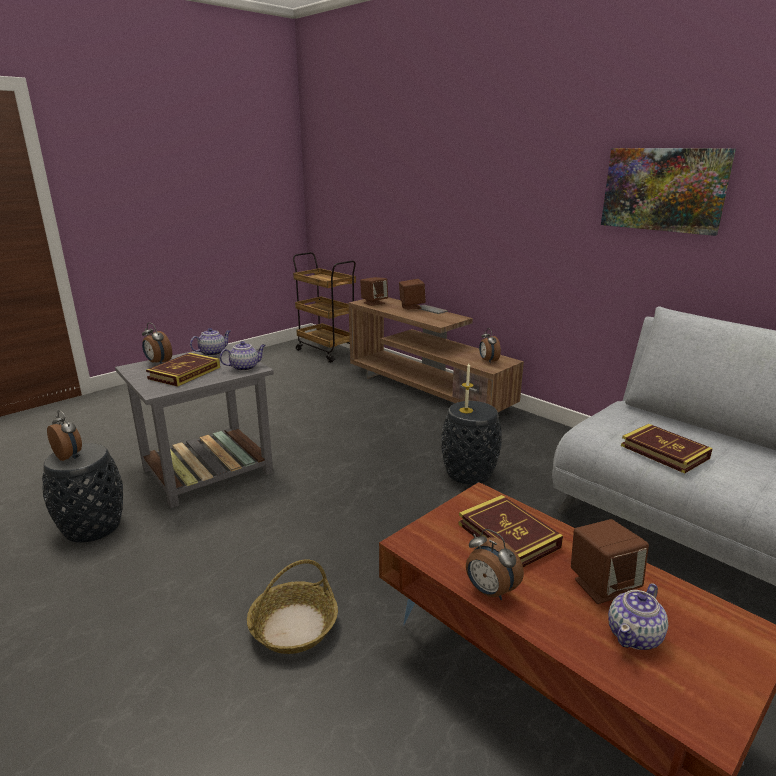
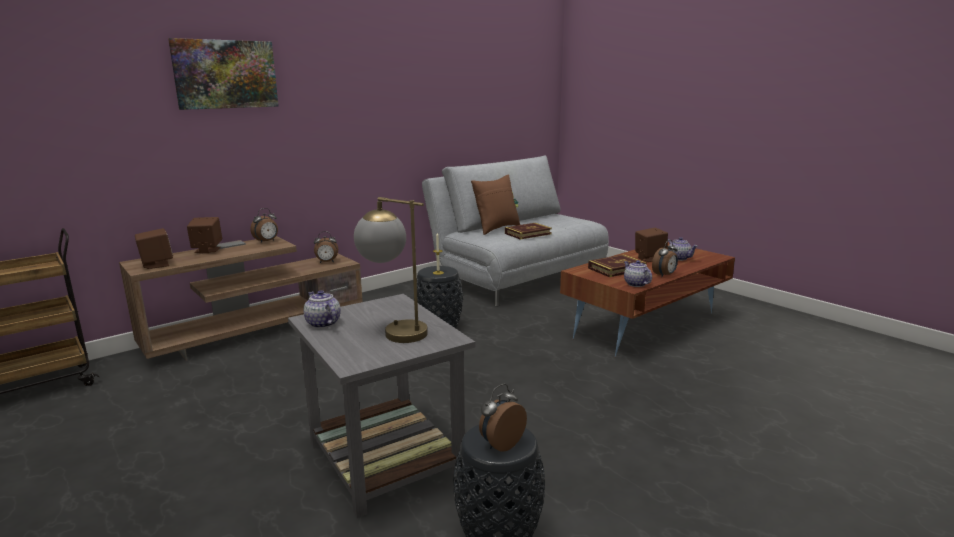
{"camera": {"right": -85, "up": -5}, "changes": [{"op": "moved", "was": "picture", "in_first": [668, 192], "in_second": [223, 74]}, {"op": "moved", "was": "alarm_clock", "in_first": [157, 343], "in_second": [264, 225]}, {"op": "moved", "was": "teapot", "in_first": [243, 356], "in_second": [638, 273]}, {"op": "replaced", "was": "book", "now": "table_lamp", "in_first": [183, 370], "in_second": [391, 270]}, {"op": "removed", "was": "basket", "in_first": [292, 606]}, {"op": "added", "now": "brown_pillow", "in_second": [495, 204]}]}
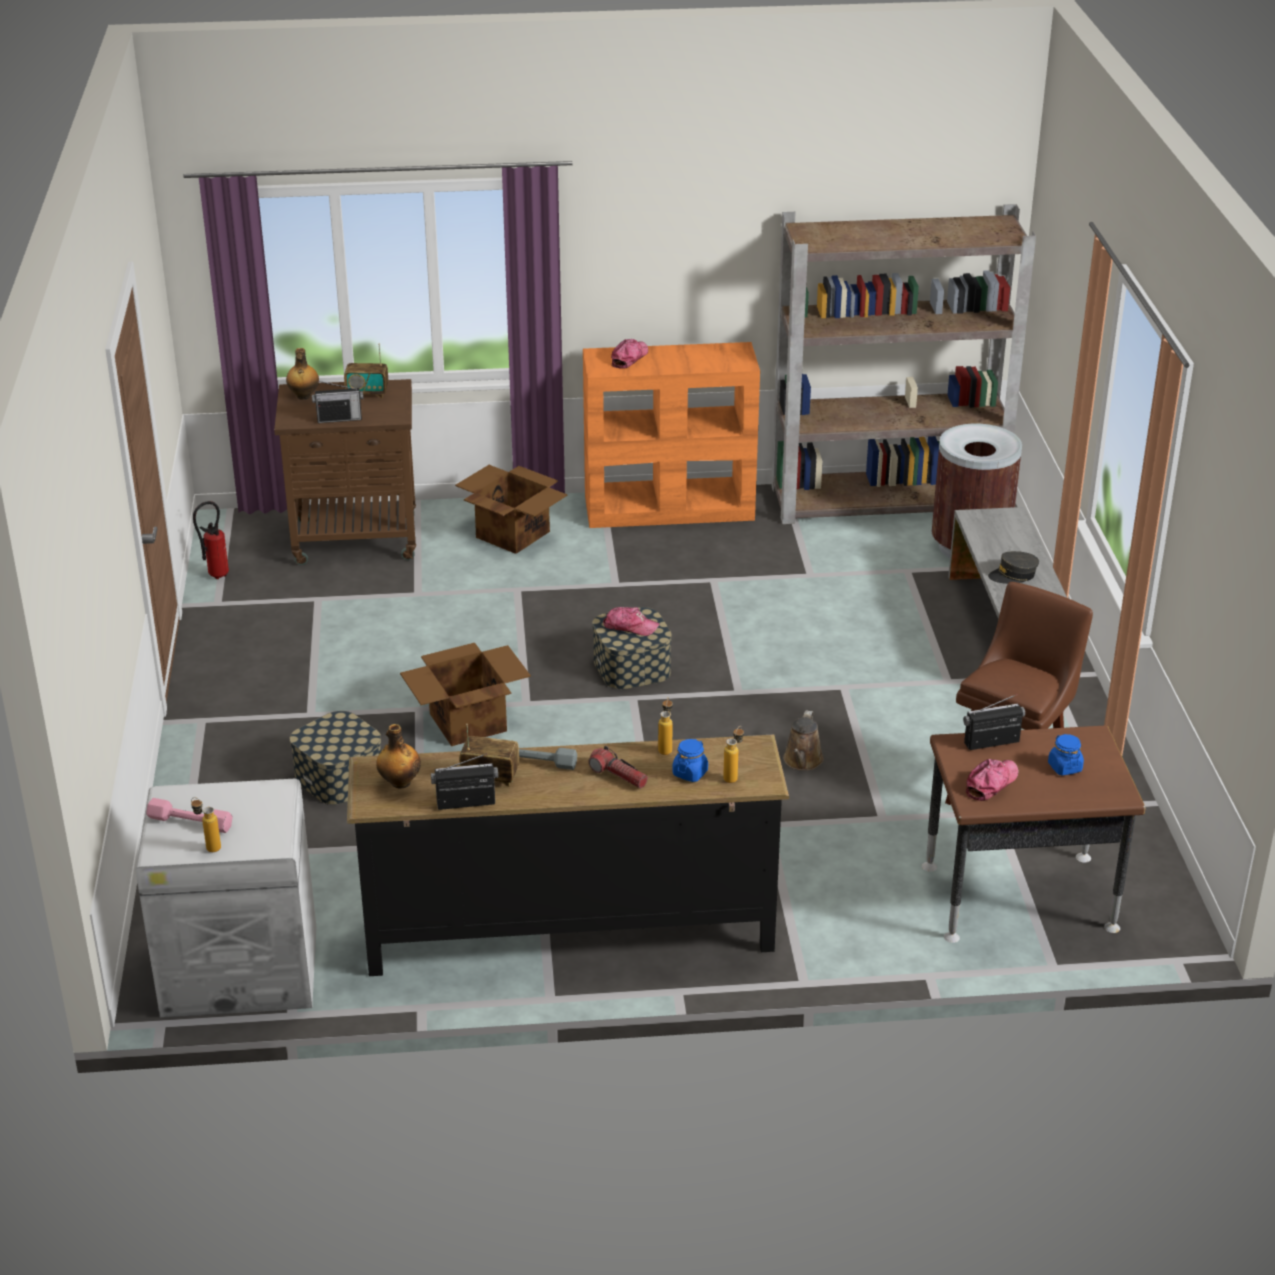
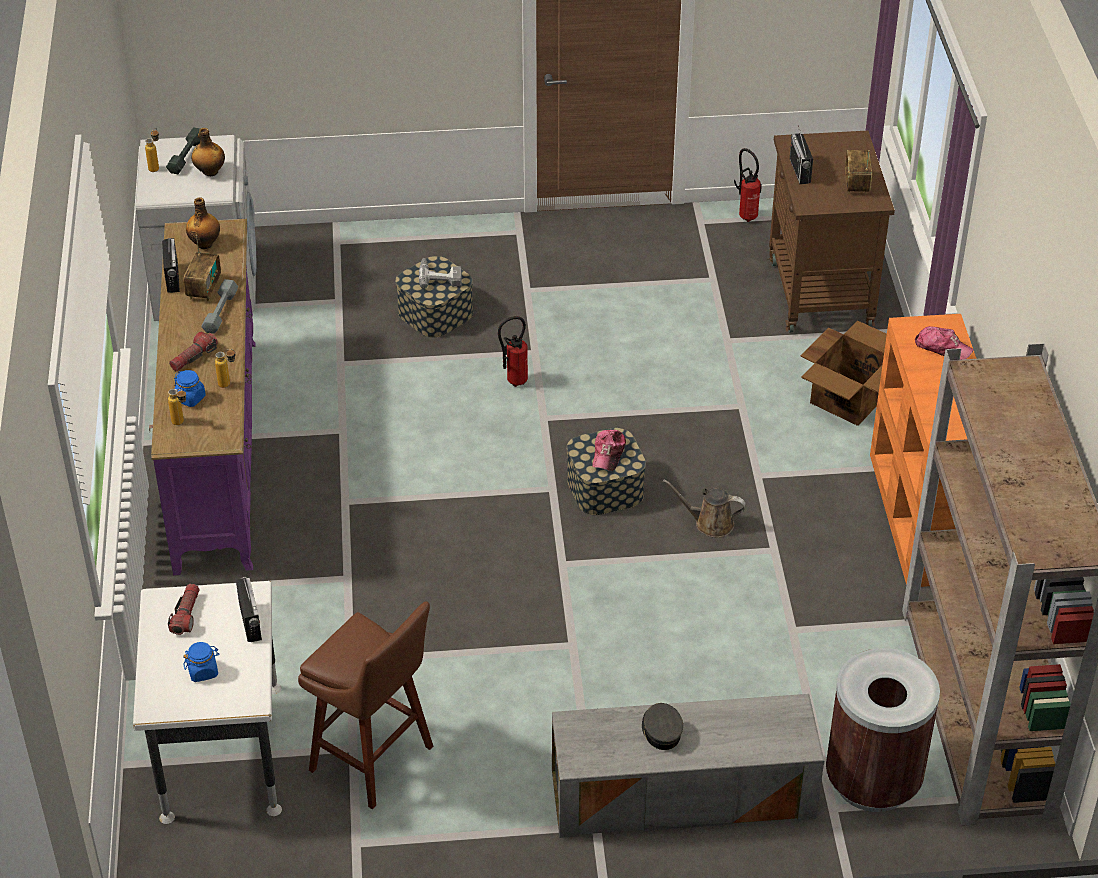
{"camera": {"right": 90, "up": 10}, "changes": [{"op": "moved", "was": "bottle", "in_first": [302, 374], "in_second": [208, 152]}, {"op": "replaced", "was": "cardboard_box", "now": "fire_extinguisher", "in_first": [465, 694], "in_second": [513, 351]}, {"op": "moved", "was": "brown_watering_can", "in_first": [803, 740], "in_second": [704, 509]}, {"op": "recoloured", "was": "brown_desk", "now": "white_desk", "in_first": [1034, 834], "in_second": [207, 702]}, {"op": "recoloured", "was": "black_cabinet", "now": "purple_cabinet", "in_first": [568, 855], "in_second": [202, 397]}, {"op": "replaced", "was": "cap", "now": "flashlight", "in_first": [991, 780], "in_second": [183, 609]}, {"op": "recoloured", "was": "pink_dumbbell", "now": "grey_dumbbell", "in_first": [189, 815], "in_second": [183, 150]}, {"op": "added", "now": "power_drill", "in_second": [440, 273]}]}
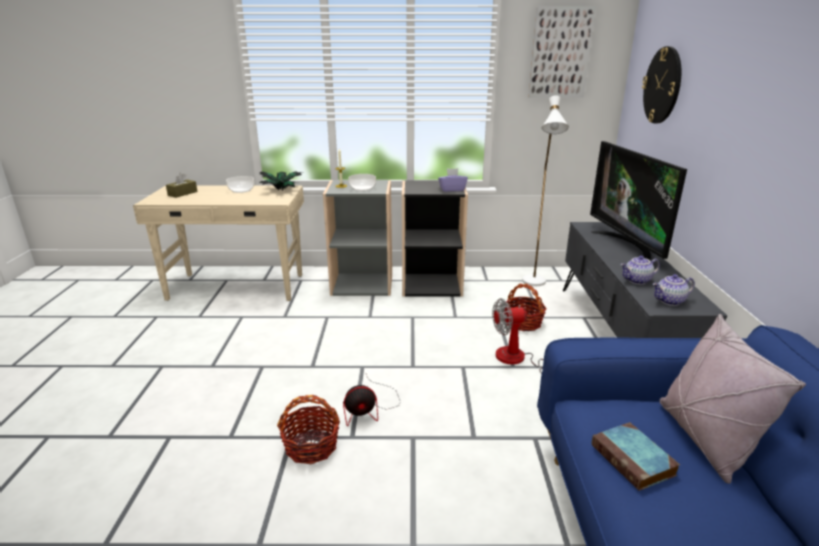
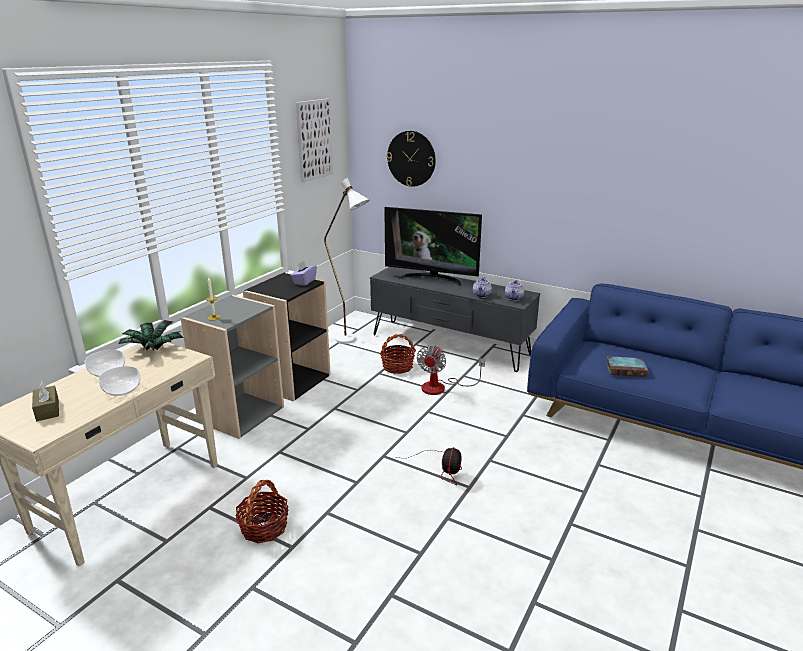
{"camera": {"right": -60, "up": 0}, "changes": [{"op": "moved", "was": "bowl", "in_first": [362, 182], "in_second": [119, 381]}, {"op": "removed", "was": "purple_pillow", "in_first": [733, 399]}, {"op": "moved", "was": "basket", "in_first": [308, 429], "in_second": [262, 511]}]}
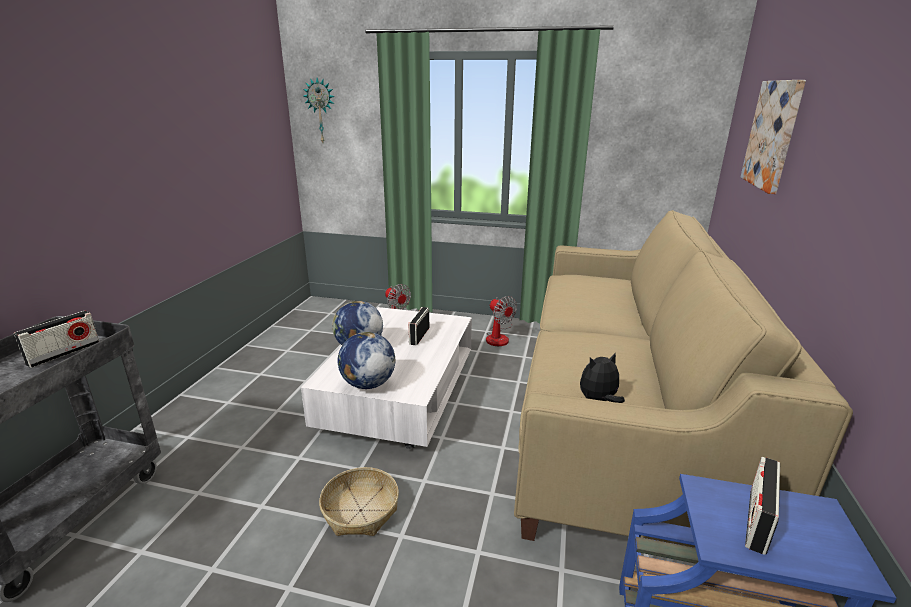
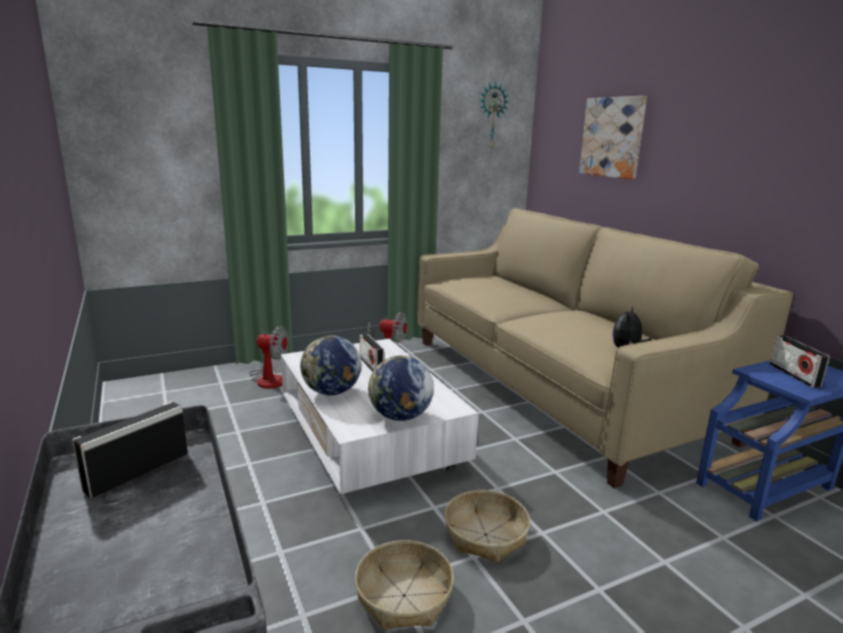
{"camera": {"right": -40, "up": -5}, "changes": [{"op": "moved", "was": "wall_clock", "in_first": [319, 110], "in_second": [494, 116]}, {"op": "turned", "was": "radio", "in_first": [56, 339], "in_second": [130, 449], "clockwise": -135}, {"op": "added", "now": "basket", "in_second": [404, 585]}]}
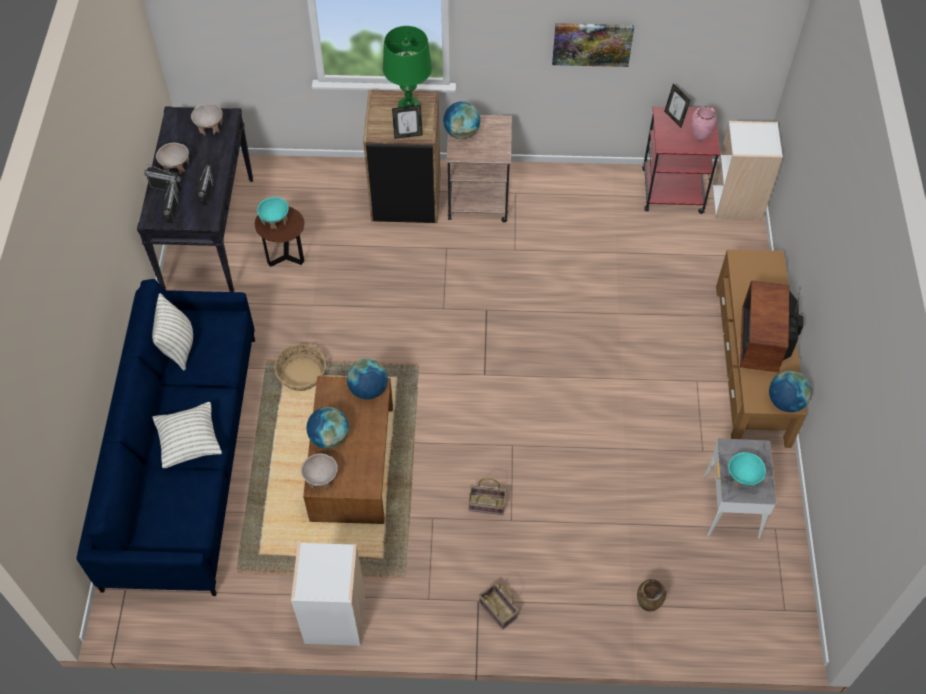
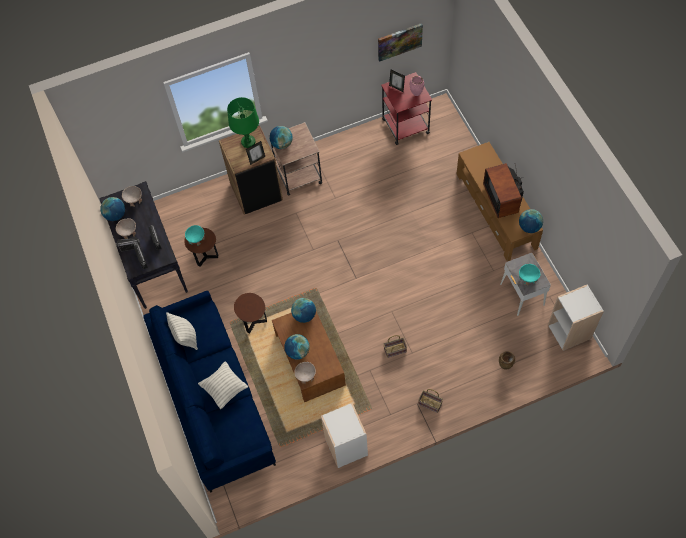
{"camera": {"right": -20, "up": 5}, "changes": [{"op": "moved", "was": "picture", "in_first": [593, 45], "in_second": [400, 42]}, {"op": "moved", "was": "bookcase", "in_first": [747, 170], "in_second": [576, 318]}, {"op": "replaced", "was": "basket", "now": "brown_side_table", "in_first": [300, 367], "in_second": [250, 313]}, {"op": "added", "now": "globe", "in_second": [112, 209]}]}
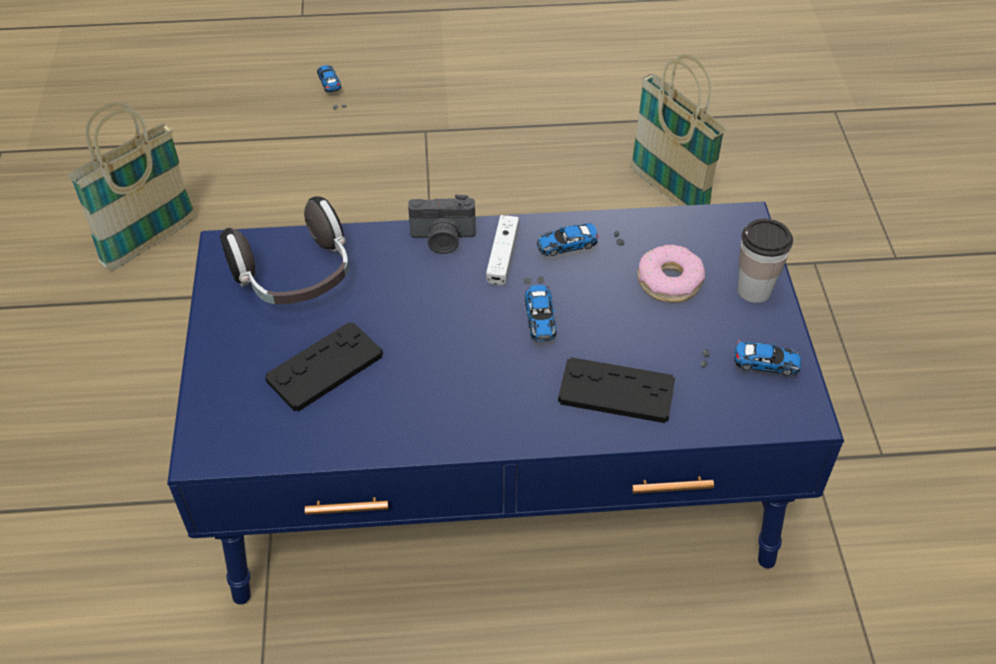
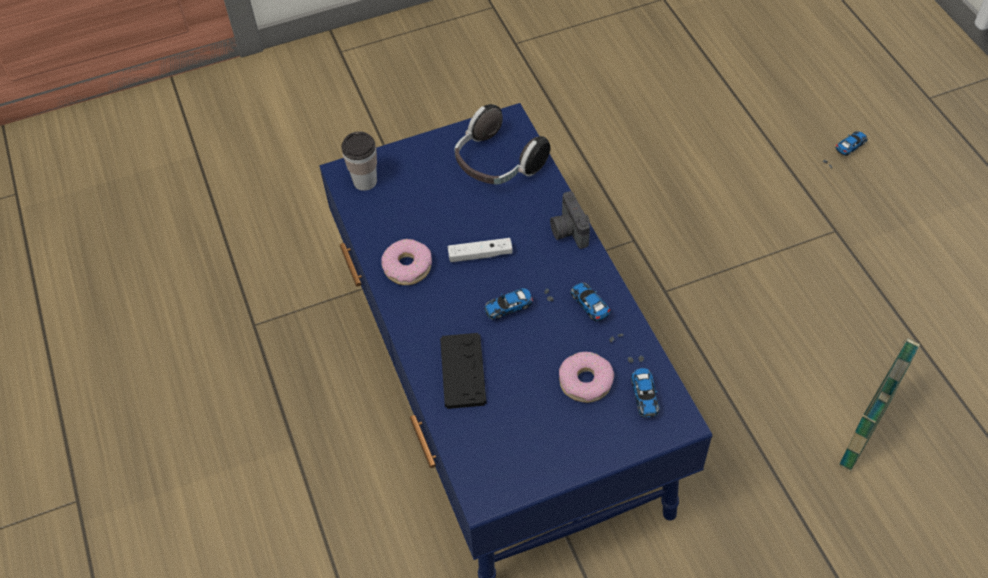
{"camera": {"right": 75, "up": 5}, "changes": [{"op": "removed", "was": "basket", "in_first": [132, 186]}, {"op": "moved", "was": "white_game_controller", "in_first": [502, 250], "in_second": [480, 250]}, {"op": "moved", "was": "cup", "in_first": [765, 261], "in_second": [359, 161]}, {"op": "removed", "was": "black_game_controller", "in_first": [324, 367]}, {"op": "moved", "was": "toy_car", "in_first": [751, 358], "in_second": [643, 387]}, {"op": "added", "now": "donut", "in_second": [407, 262]}]}
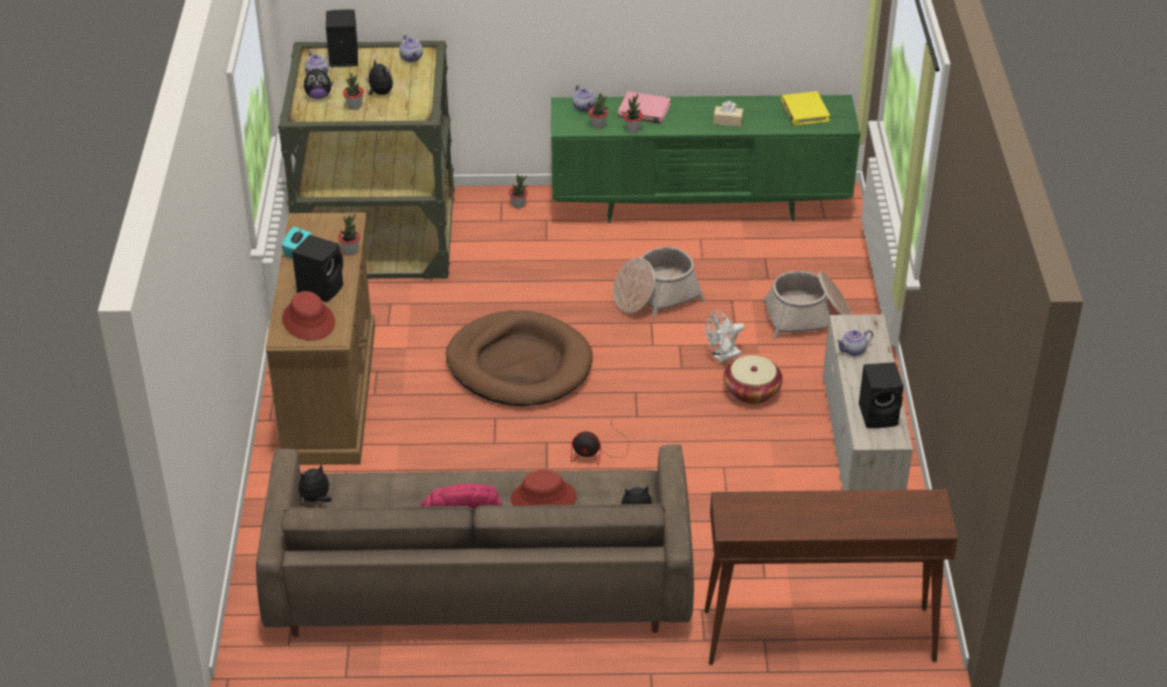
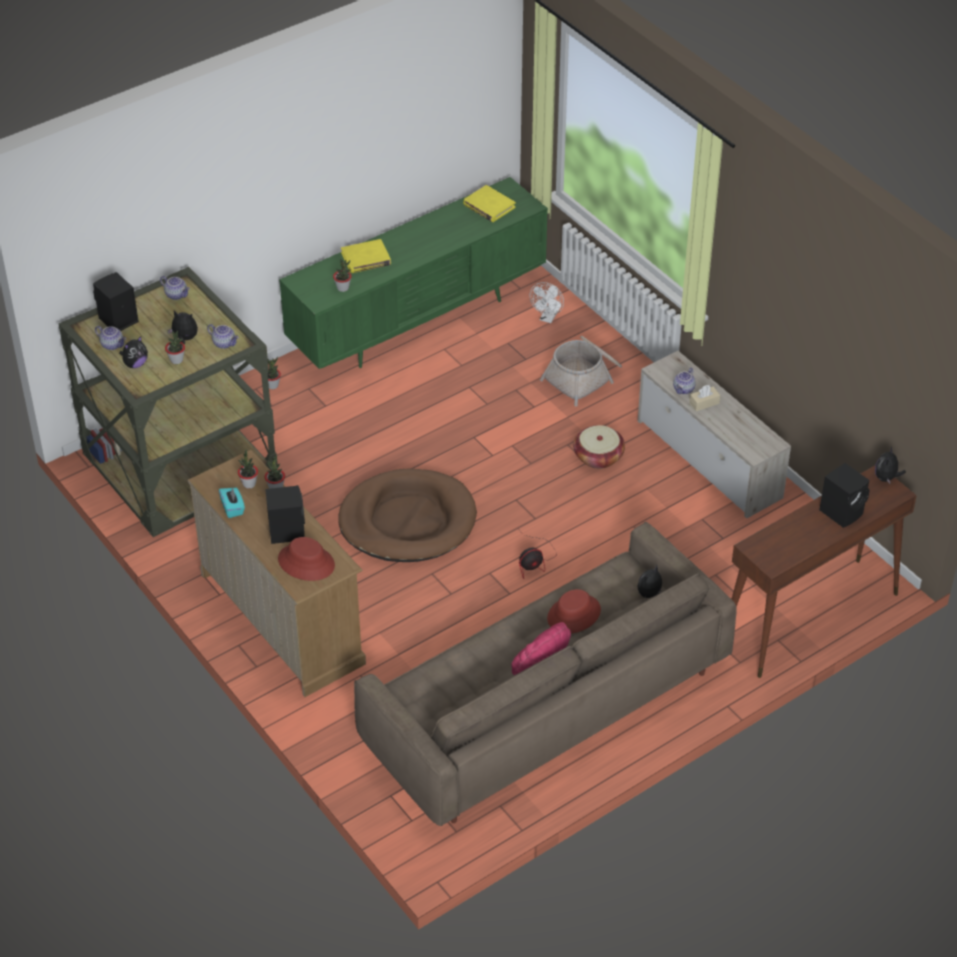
{"camera": {"right": -35, "up": 5}, "changes": [{"op": "moved", "was": "teapot", "in_first": [584, 98], "in_second": [223, 336]}, {"op": "recoloured", "was": "pink_book", "now": "yellow_book", "in_first": [644, 107], "in_second": [366, 256]}, {"op": "moved", "was": "potted_plant", "in_first": [633, 113], "in_second": [248, 468]}, {"op": "moved", "was": "beige_tissue_box", "in_first": [728, 114], "in_second": [704, 398]}, {"op": "removed", "was": "basket", "in_first": [659, 282]}, {"op": "moved", "was": "white_fan", "in_first": [724, 337], "in_second": [547, 302]}, {"op": "moved", "was": "black_speaker", "in_first": [881, 395], "in_second": [844, 495]}, {"op": "moved", "was": "plush_toy", "in_first": [315, 483], "in_second": [890, 465]}]}
